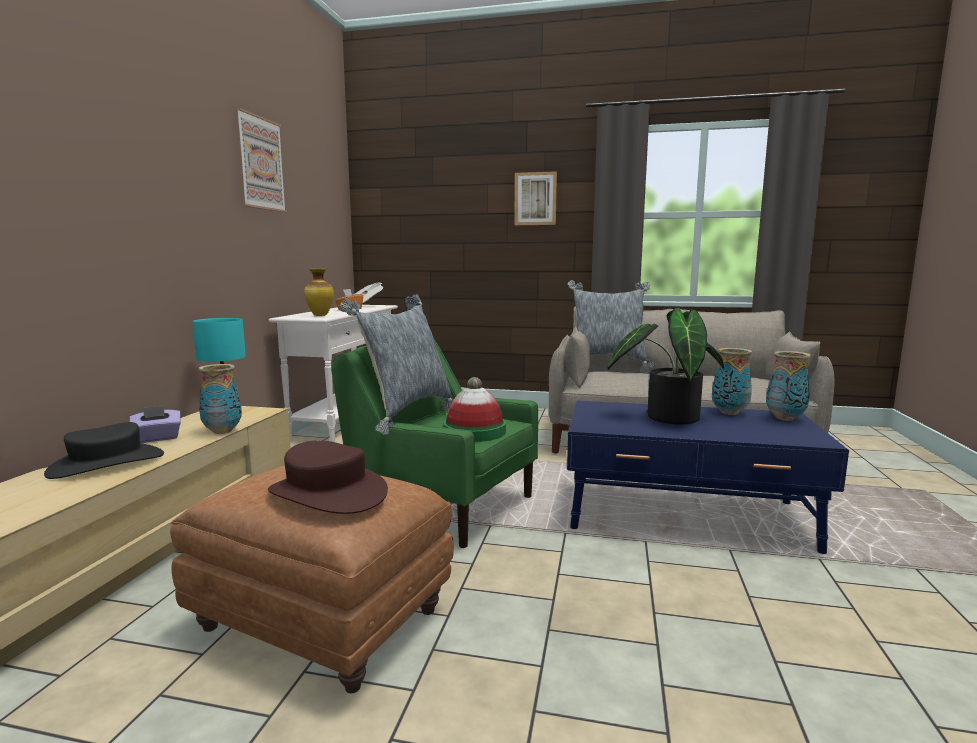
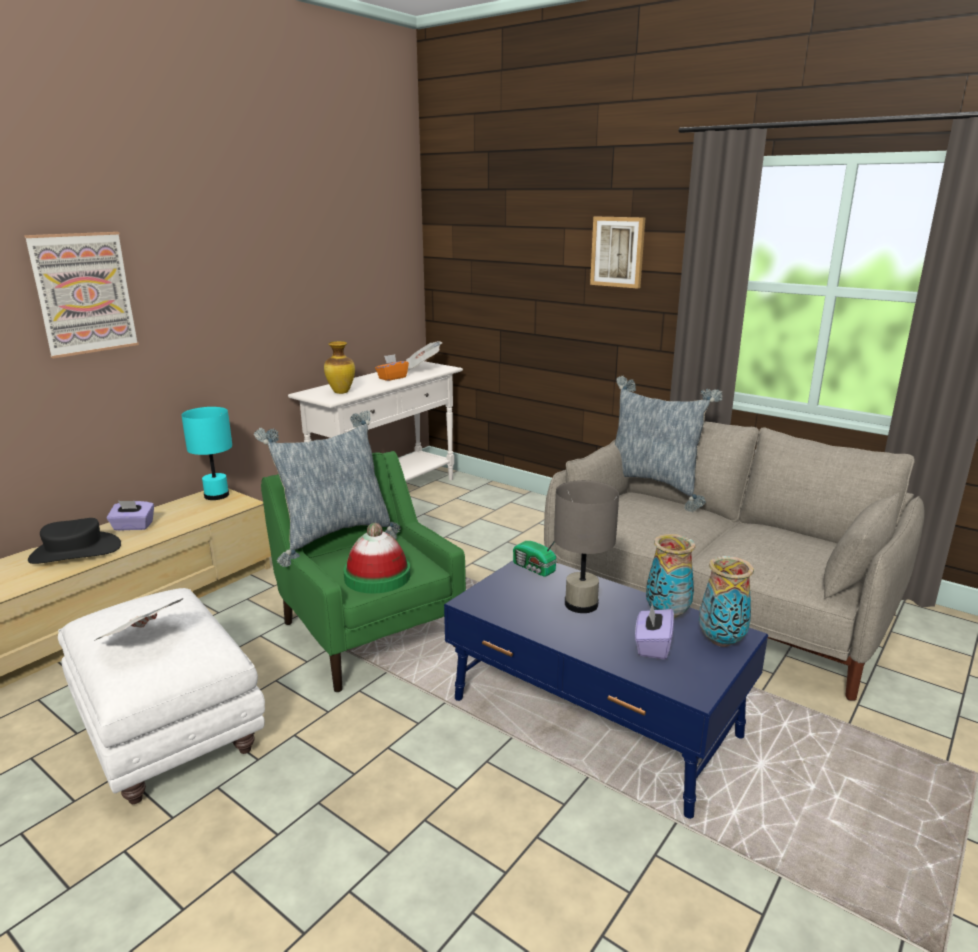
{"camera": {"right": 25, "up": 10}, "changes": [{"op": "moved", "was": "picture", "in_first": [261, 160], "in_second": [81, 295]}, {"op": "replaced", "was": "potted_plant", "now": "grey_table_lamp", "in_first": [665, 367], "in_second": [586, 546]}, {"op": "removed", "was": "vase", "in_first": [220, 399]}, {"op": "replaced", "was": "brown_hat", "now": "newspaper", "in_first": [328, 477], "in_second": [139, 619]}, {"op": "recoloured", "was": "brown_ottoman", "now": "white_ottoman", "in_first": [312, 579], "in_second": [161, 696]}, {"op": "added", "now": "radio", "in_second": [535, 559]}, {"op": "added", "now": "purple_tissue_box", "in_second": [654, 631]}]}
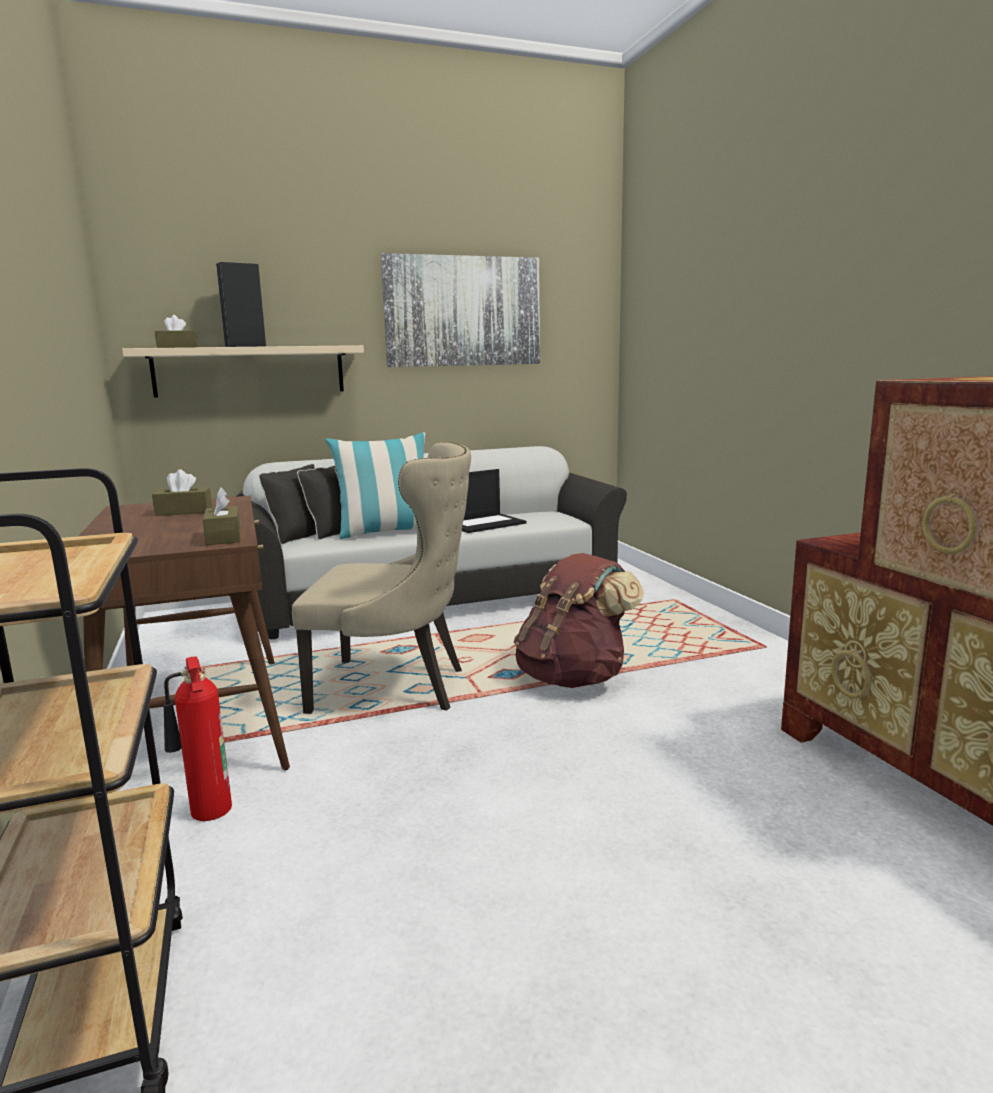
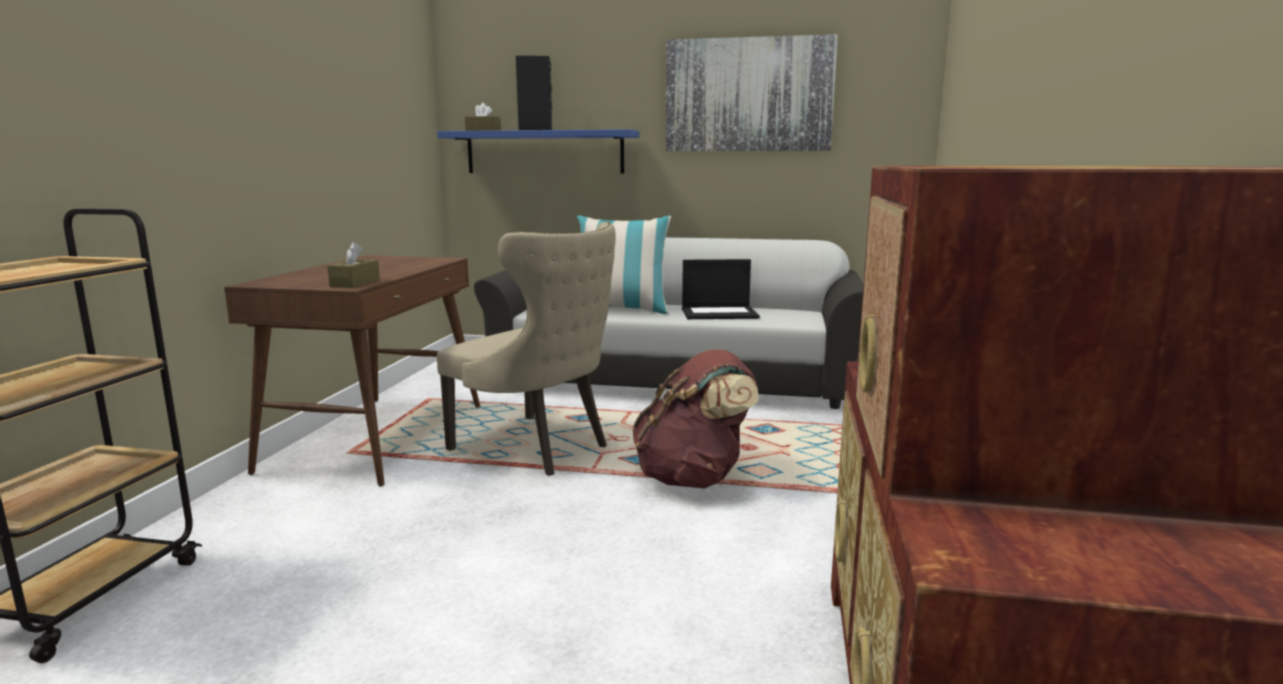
{"camera": {"right": 30, "up": 0}, "changes": [{"op": "recoloured", "was": "beige_shelf", "now": "blue_shelf", "in_first": [243, 371], "in_second": [538, 151]}, {"op": "removed", "was": "brown_tissue_box", "in_first": [182, 492]}, {"op": "removed", "was": "fire_extinguisher", "in_first": [198, 738]}]}
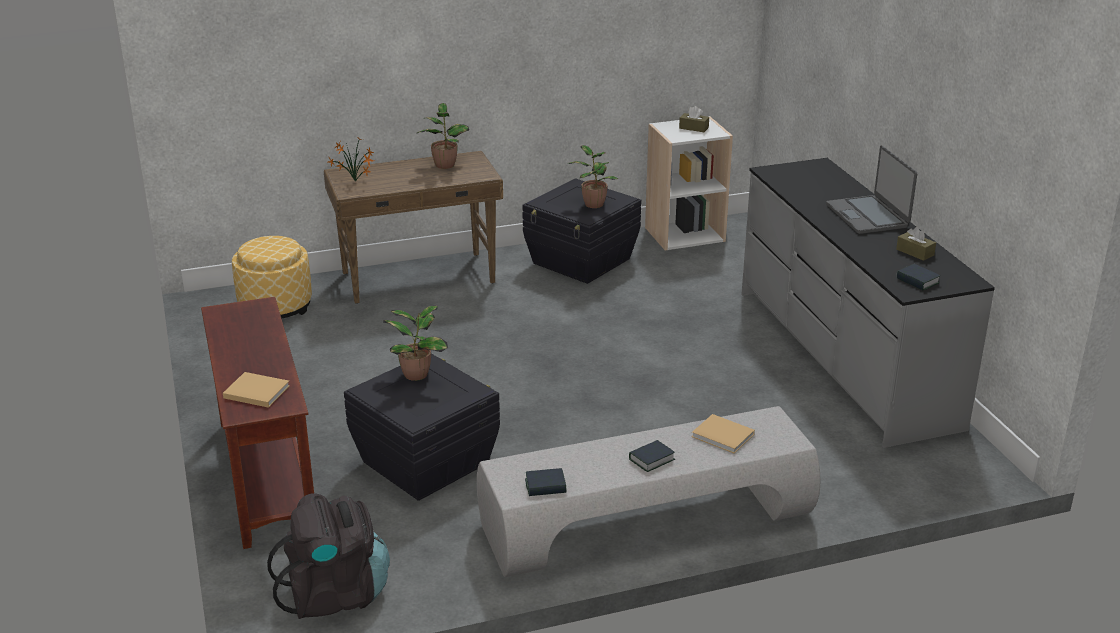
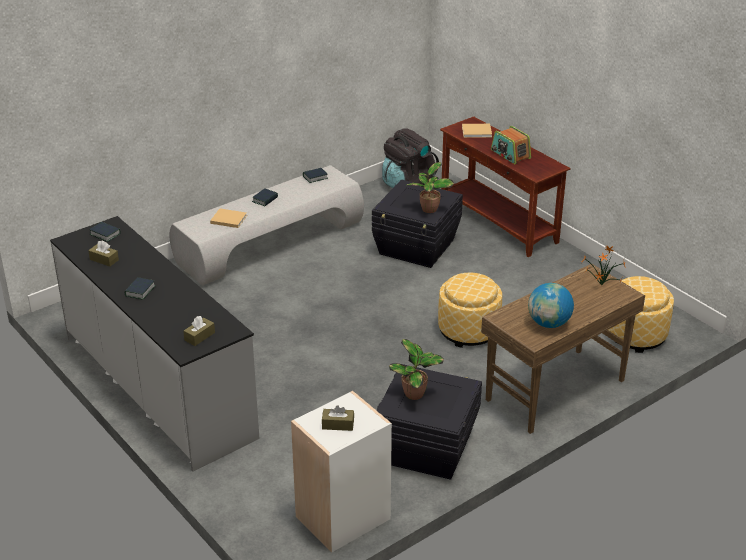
{"camera": {"right": 160, "up": 5}, "changes": [{"op": "replaced", "was": "potted_plant", "now": "globe", "in_first": [443, 136], "in_second": [551, 305]}, {"op": "replaced", "was": "laptop", "now": "book", "in_first": [871, 190], "in_second": [140, 288]}, {"op": "added", "now": "radio", "in_second": [511, 145]}, {"op": "added", "now": "ottoman", "in_second": [470, 310]}, {"op": "added", "now": "brown_tissue_box", "in_second": [199, 331]}]}
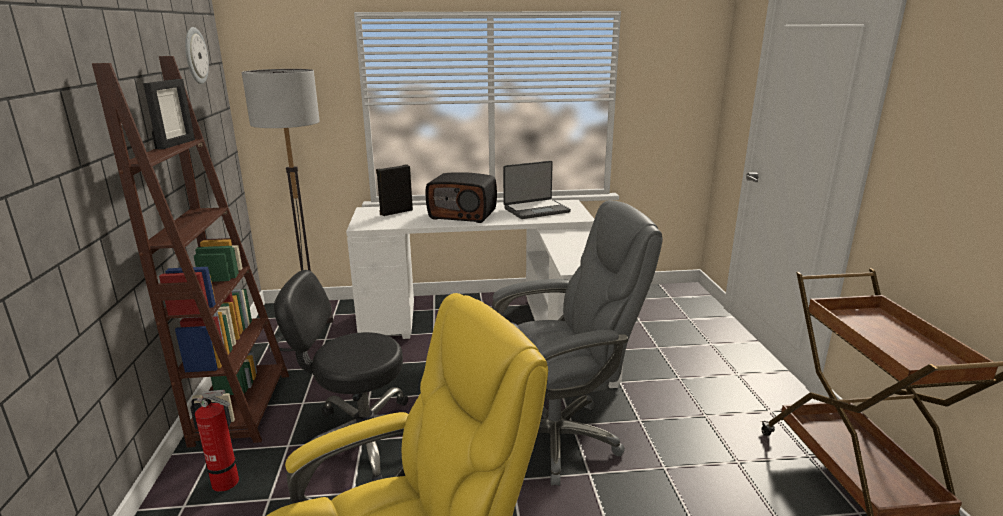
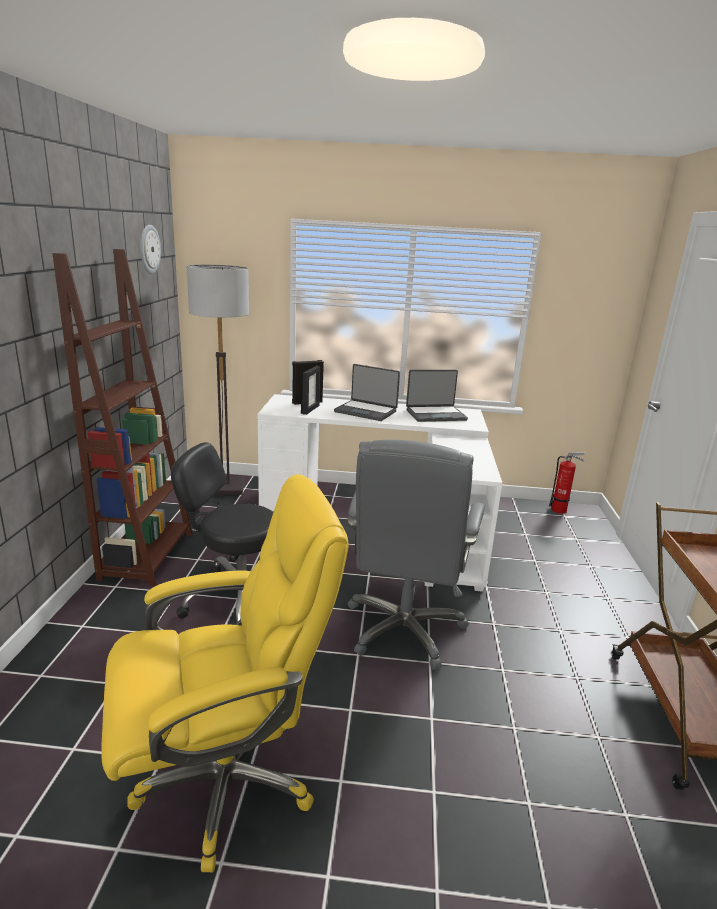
{"camera": {"right": 10, "up": 0}, "changes": [{"op": "moved", "was": "picture_frame", "in_first": [169, 114], "in_second": [311, 390]}, {"op": "replaced", "was": "radio", "now": "laptop", "in_first": [461, 197], "in_second": [367, 392]}, {"op": "turned", "was": "grey_office_chair", "in_first": [577, 343], "in_second": [416, 555], "clockwise": 105}, {"op": "moved", "was": "fire_extinguisher", "in_first": [215, 441], "in_second": [567, 483]}]}
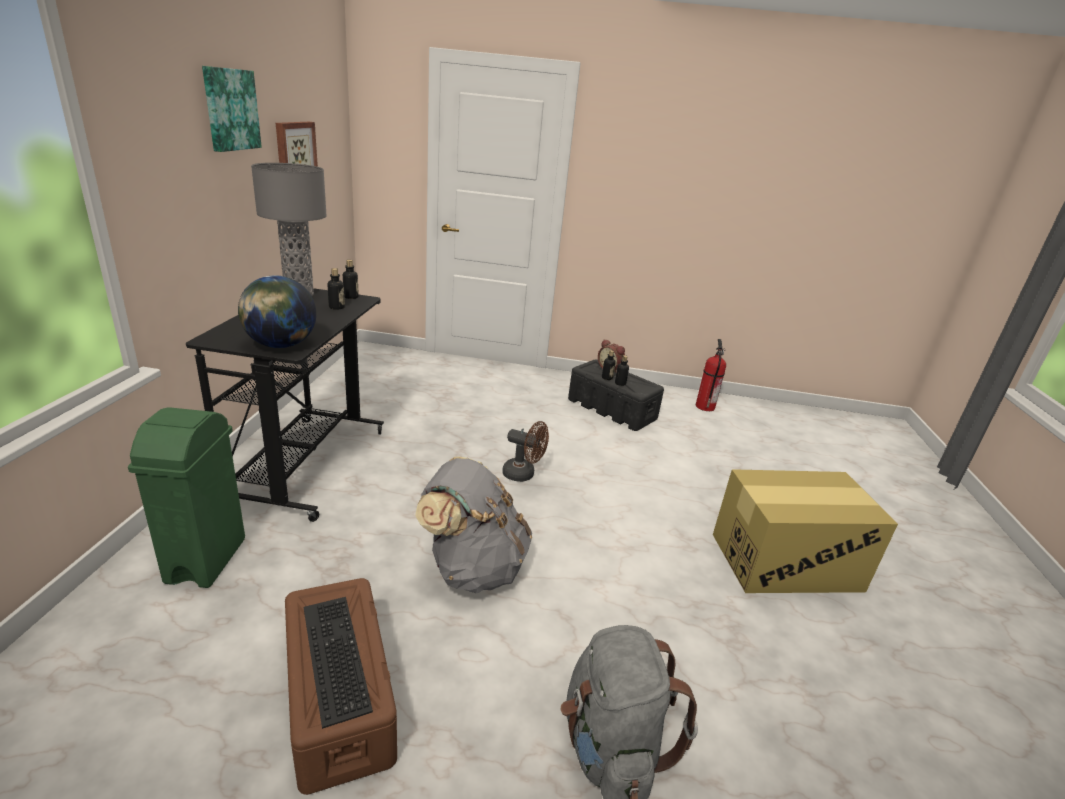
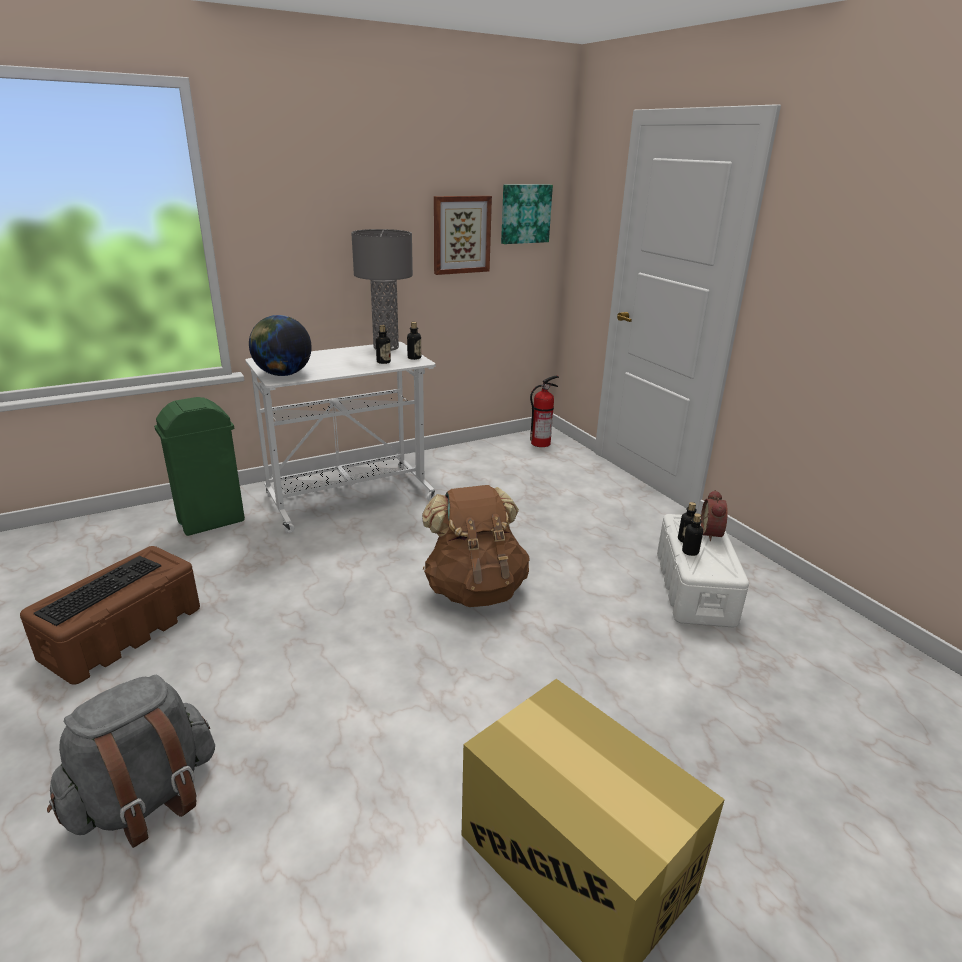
{"camera": {"right": 55, "up": 0}, "changes": [{"op": "moved", "was": "picture", "in_first": [232, 109], "in_second": [527, 214]}, {"op": "recoloured", "was": "black_desk", "now": "white_desk", "in_first": [285, 405], "in_second": [340, 437]}, {"op": "moved", "was": "fire_extinguisher", "in_first": [711, 375], "in_second": [544, 411]}, {"op": "recoloured", "was": "black_storage_box", "now": "white_storage_box", "in_first": [616, 395], "in_second": [703, 570]}, {"op": "replaced", "was": "brown_fan", "now": "brown_backpack", "in_first": [525, 451], "in_second": [475, 546]}, {"op": "removed", "was": "grey_backpack", "in_first": [473, 524]}]}
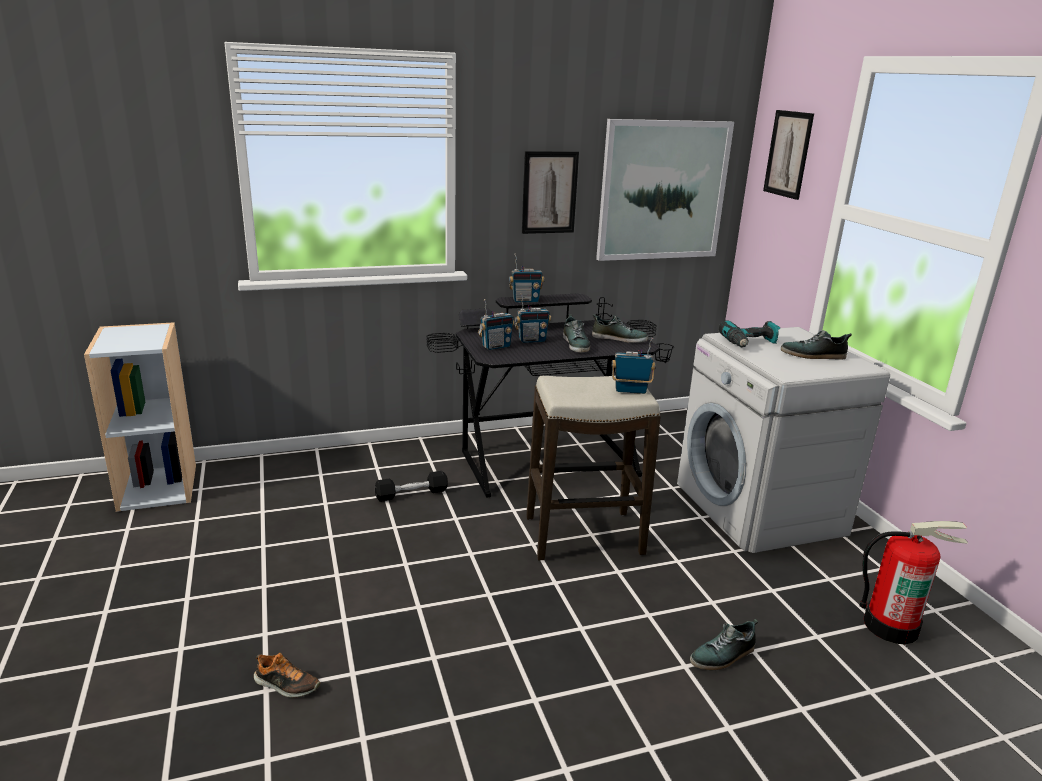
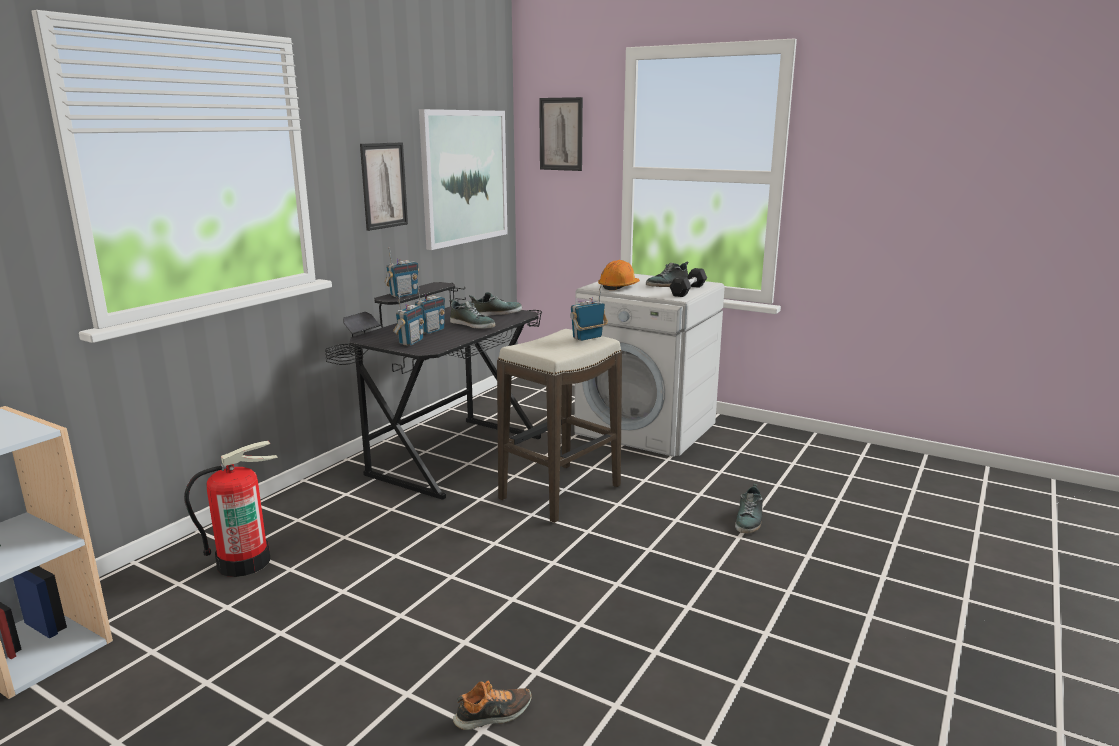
{"camera": {"right": -40, "up": -5}, "changes": [{"op": "replaced", "was": "power_drill", "now": "orange_hard_hat", "in_first": [749, 333], "in_second": [619, 275]}, {"op": "moved", "was": "black_dumbbell", "in_first": [411, 486], "in_second": [688, 282]}, {"op": "moved", "was": "fire_extinguisher", "in_first": [914, 582], "in_second": [231, 509]}]}
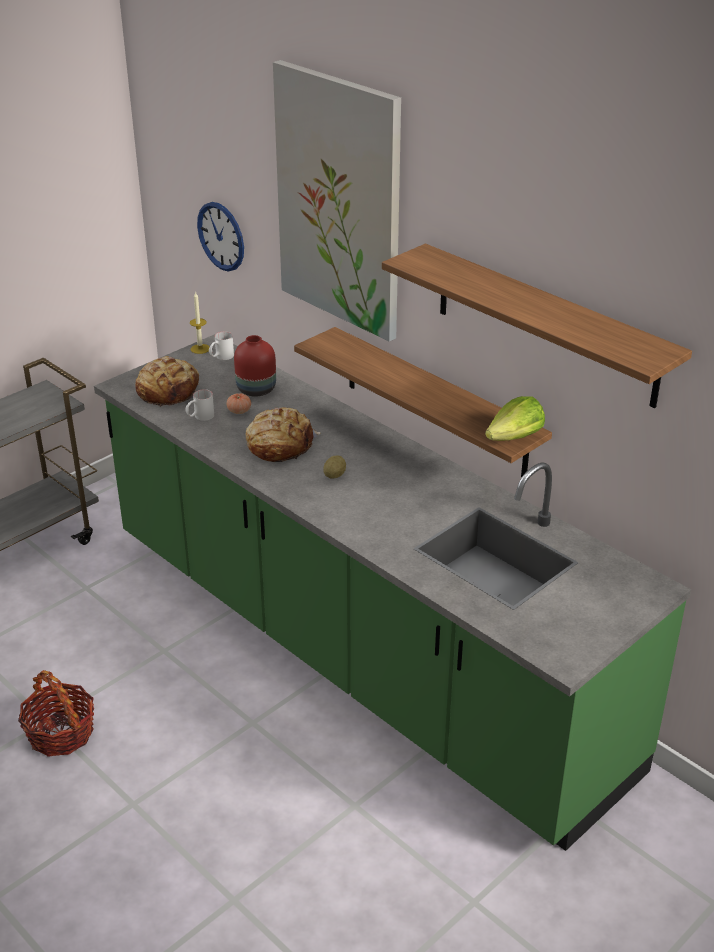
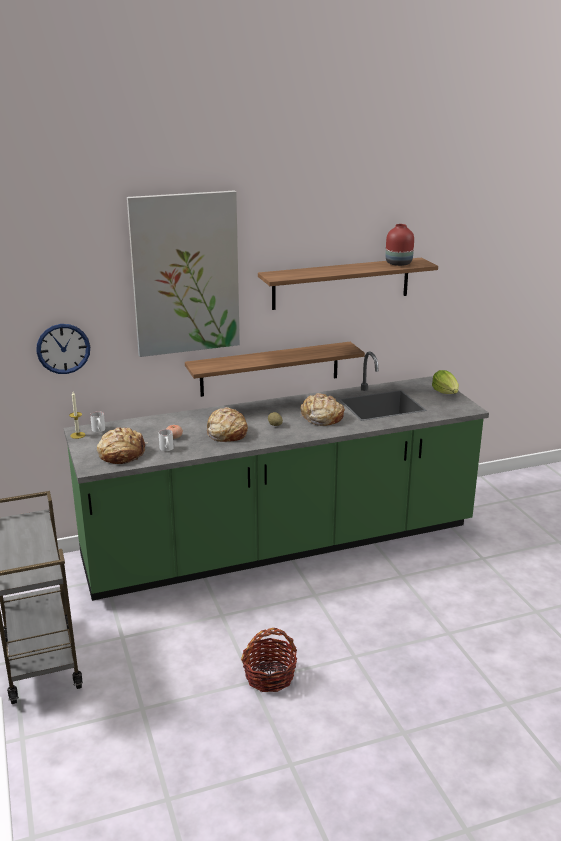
{"camera": {"right": -65, "up": -10}, "changes": [{"op": "moved", "was": "red_vase", "in_first": [255, 365], "in_second": [400, 245]}, {"op": "moved", "was": "lettuce", "in_first": [515, 418], "in_second": [445, 382]}, {"op": "added", "now": "bread", "in_second": [322, 409]}]}
